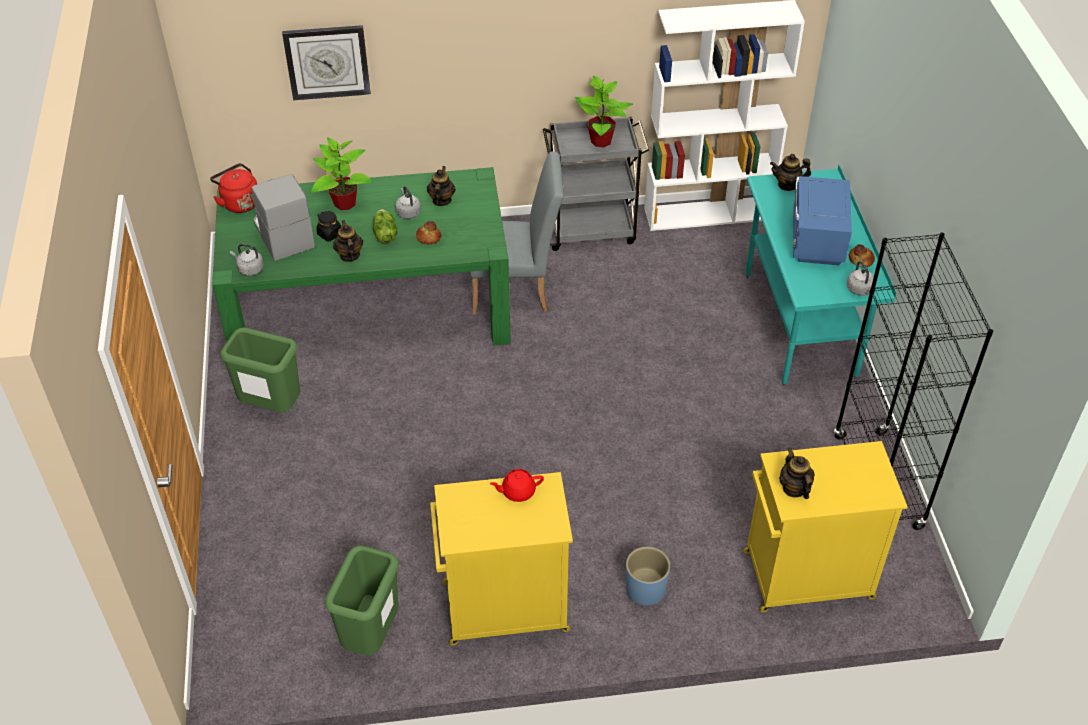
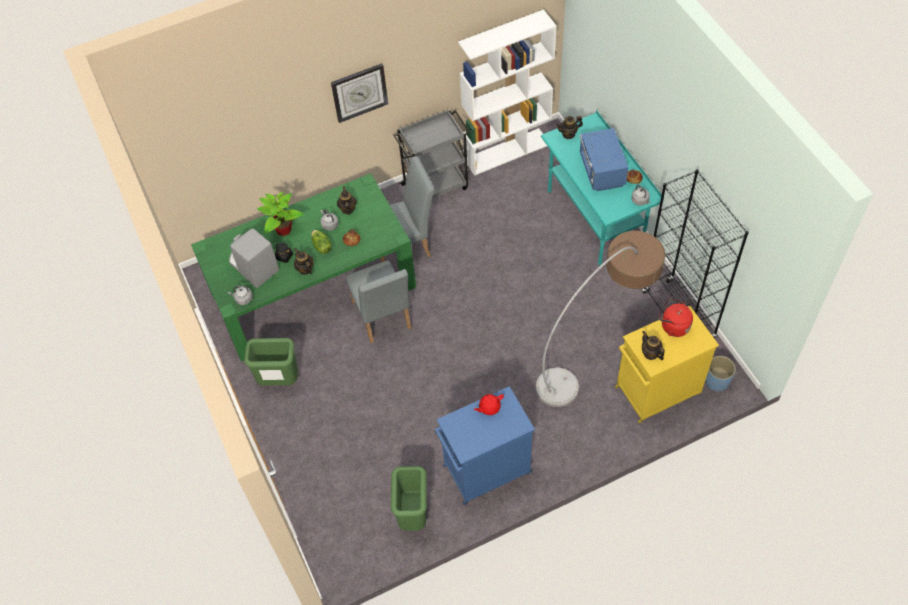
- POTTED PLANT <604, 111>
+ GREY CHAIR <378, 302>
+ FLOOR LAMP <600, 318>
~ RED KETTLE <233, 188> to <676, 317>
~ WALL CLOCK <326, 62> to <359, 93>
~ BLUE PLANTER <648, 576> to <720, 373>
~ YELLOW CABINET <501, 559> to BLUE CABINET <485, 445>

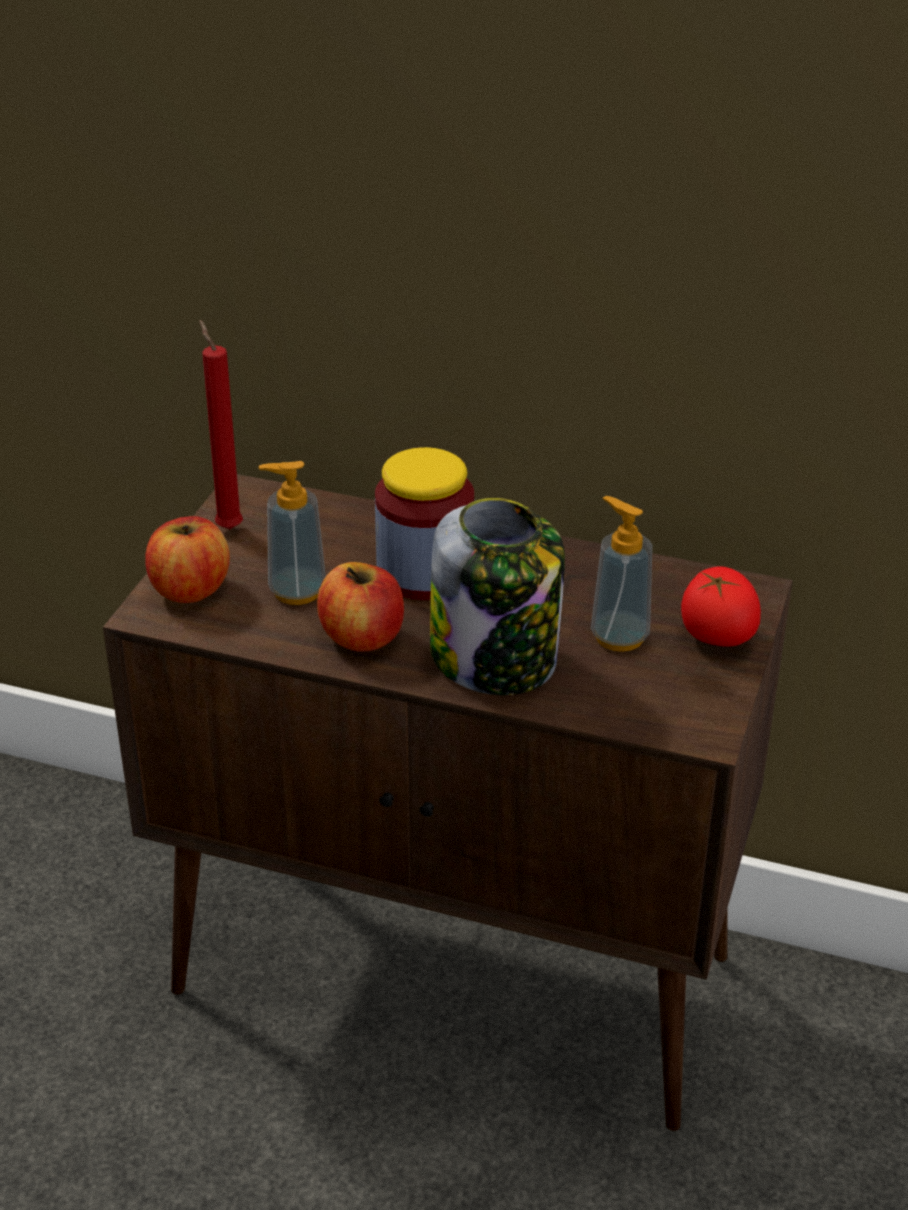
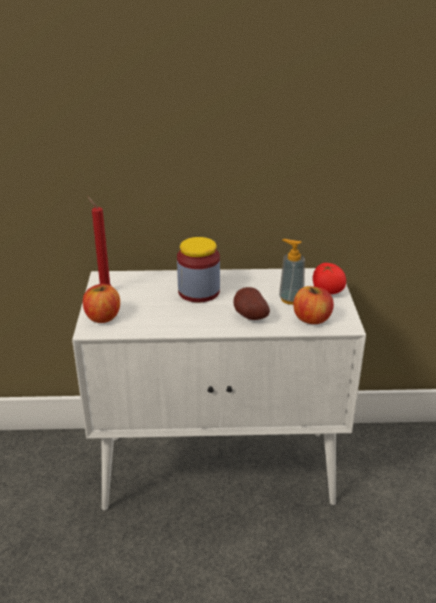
- SOAP DISPENSER <292, 533>
~ APPLE <360, 606> to <313, 305>
~ JAR <497, 596> to POTATO <251, 303>
~ BROWN CABINET <448, 802> to WHITE CABINET <219, 389>

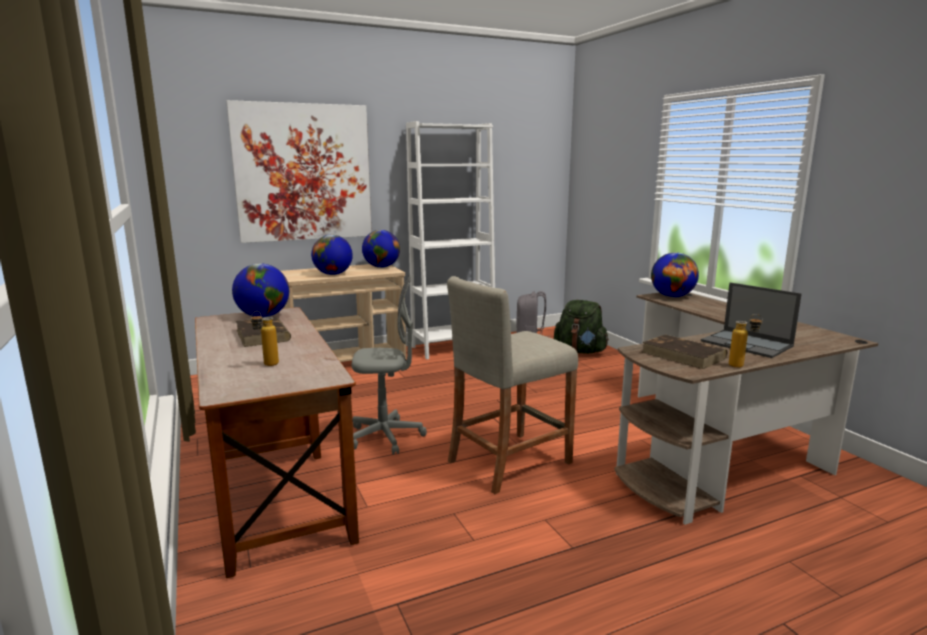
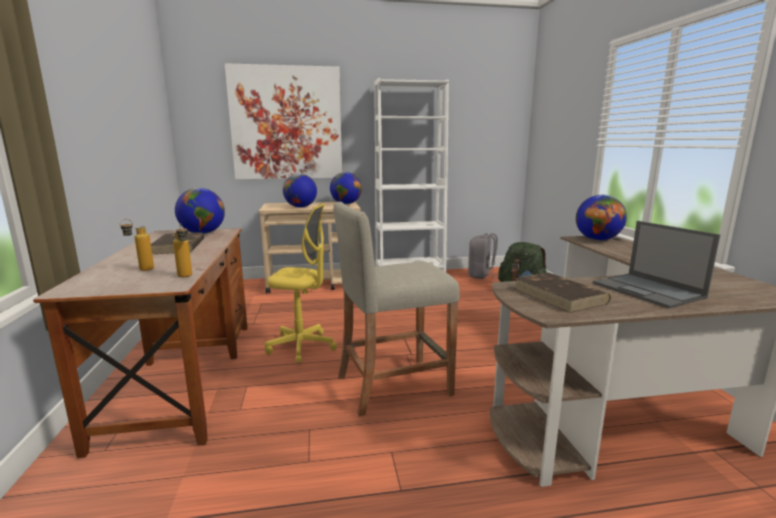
~ BOTTLE <746, 341> to <182, 250>
~ GREY OFFICE CHAIR <389, 365> to YELLOW OFFICE CHAIR <301, 283>

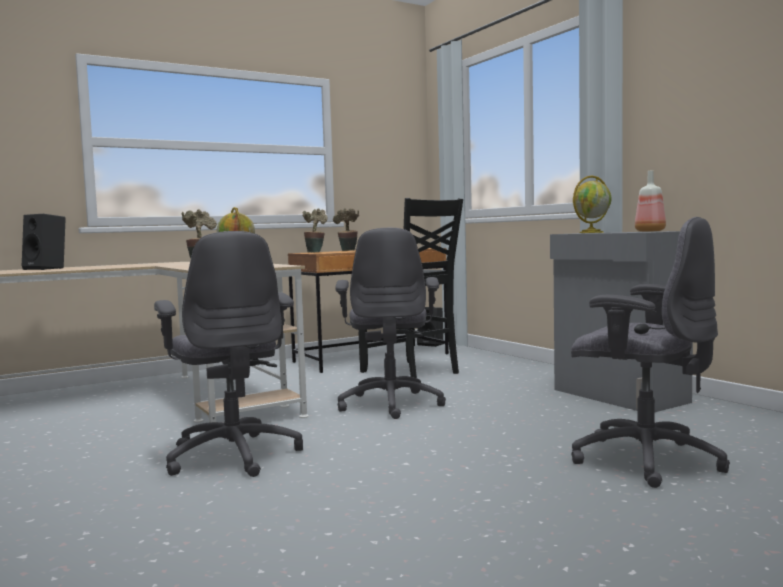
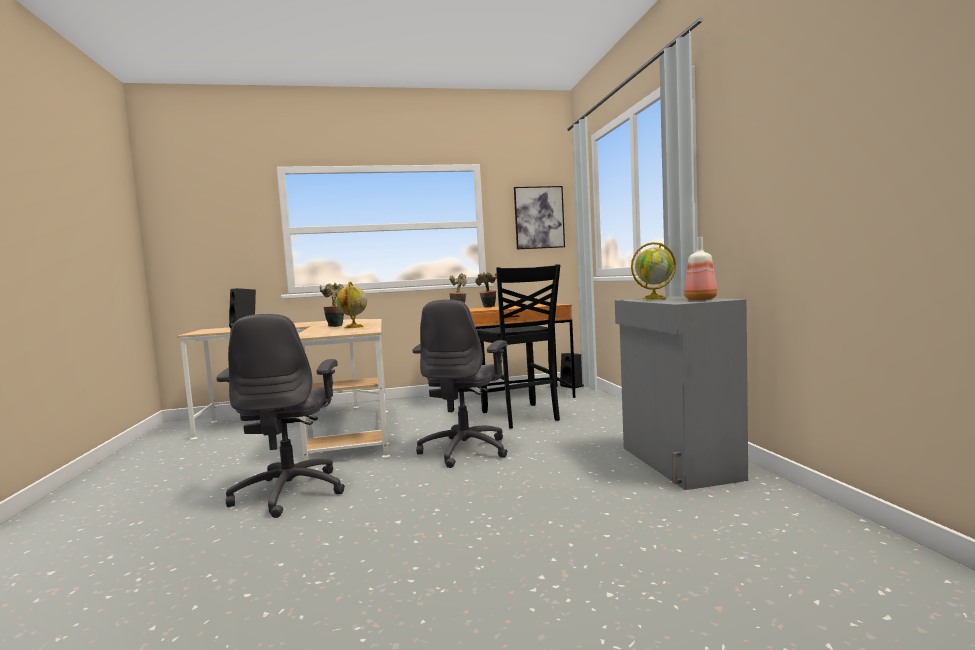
- GREY OFFICE CHAIR <650, 352>
+ PICTURE <539, 218>

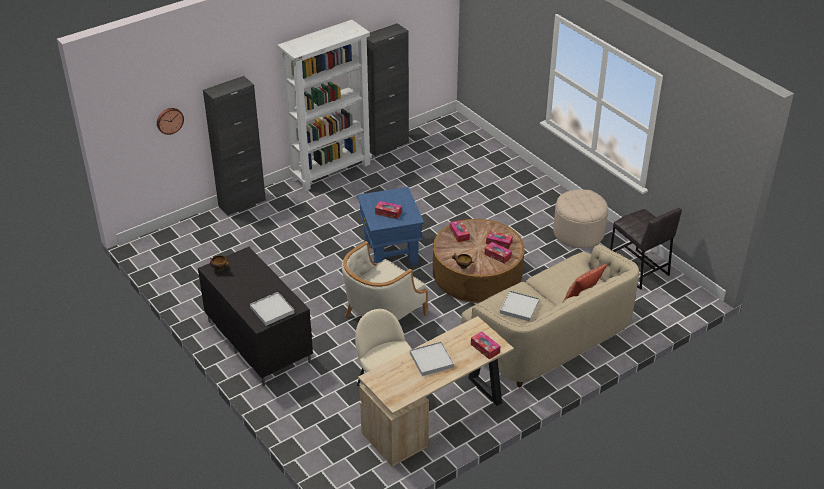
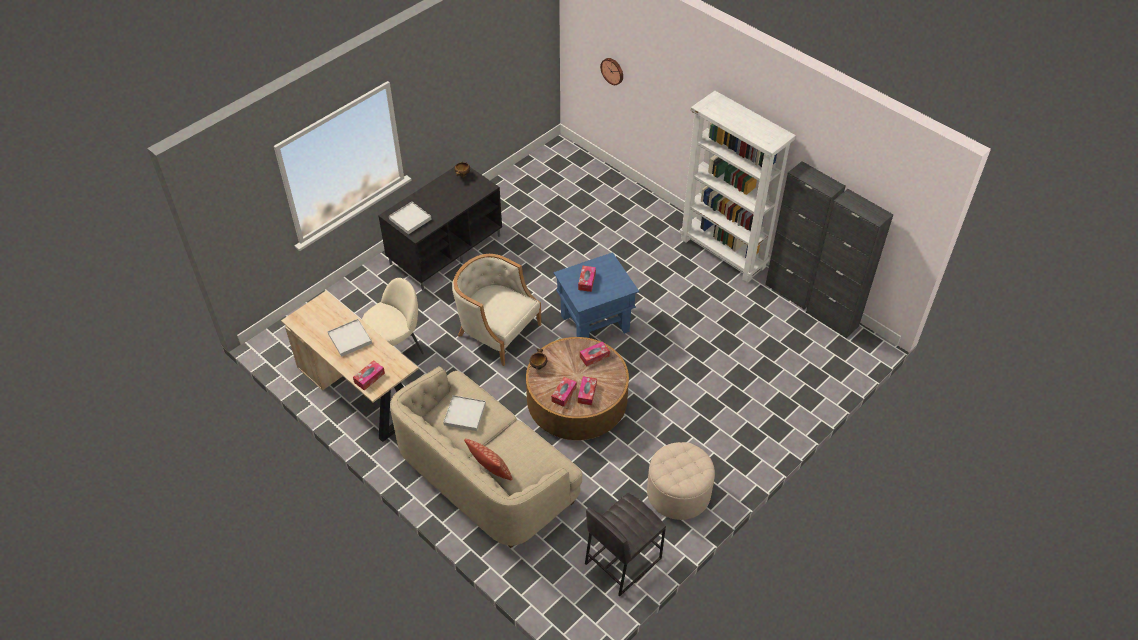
~ BLACK CABINET <234, 146> to <850, 263>

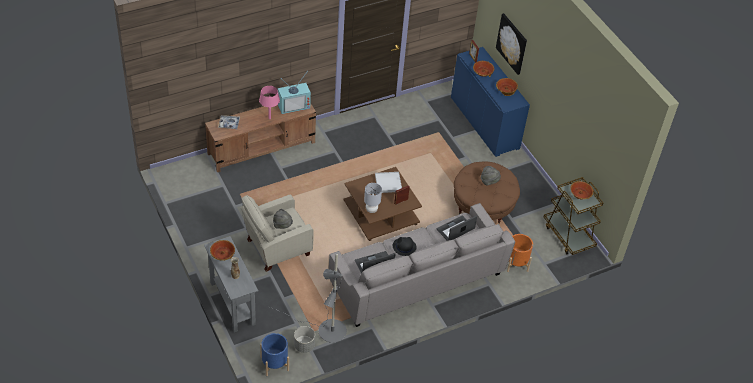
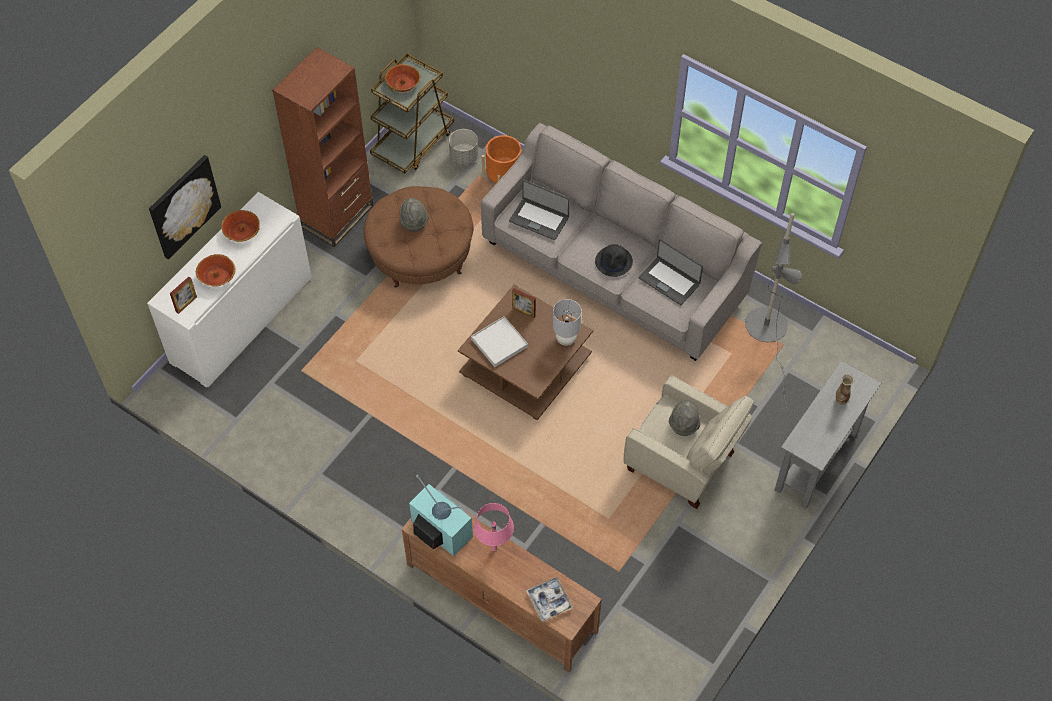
- BOWL <222, 250>
- BLUE PLANTER <274, 354>
+ BROWN BOOKCASE <323, 147>
~ GREY PLANTER <304, 339> to <463, 147>
~ BLUE CABINET <490, 102> to WHITE CABINET <229, 290>

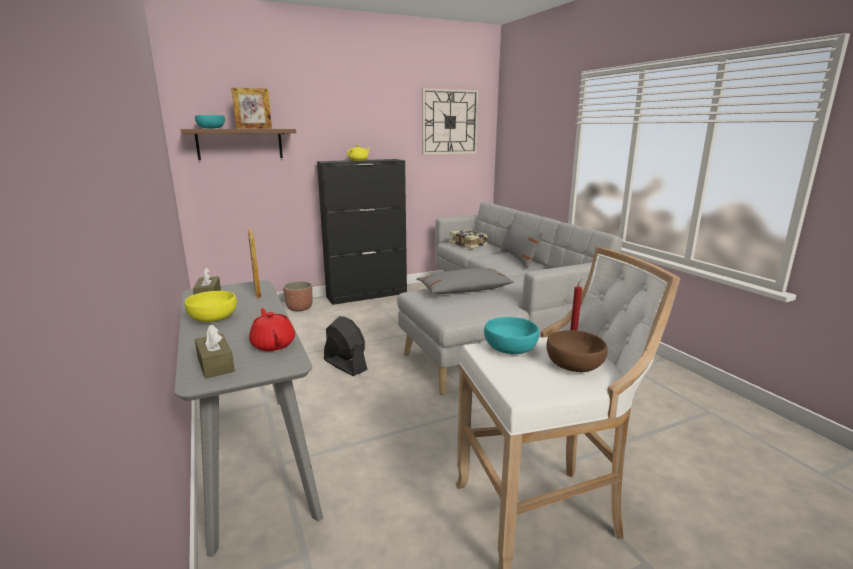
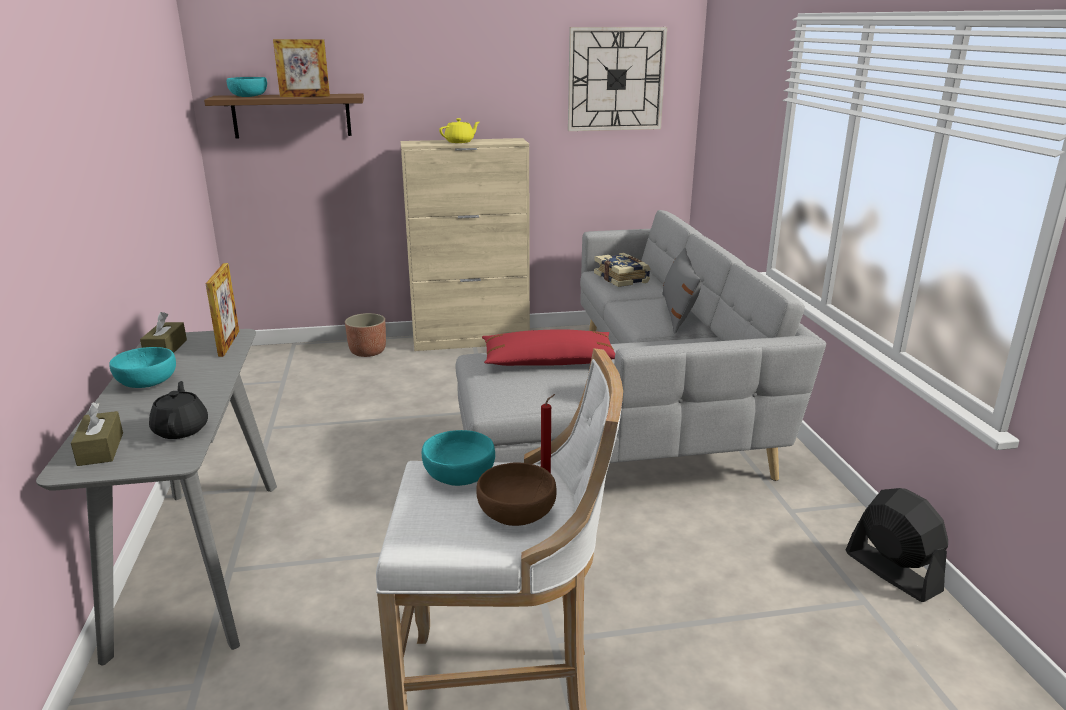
~ BLACK FAN <346, 346> to <897, 545>
~ YELLOW BOWL <211, 306> to TURQUOISE BOWL <142, 367>
~ RED TEAPOT <272, 329> to BLACK TEAPOT <178, 410>
~ BLACK CABINET <362, 232> to BEIGE CABINET <465, 244>
~ GREY PILLOW <465, 281> to RED PILLOW <548, 347>

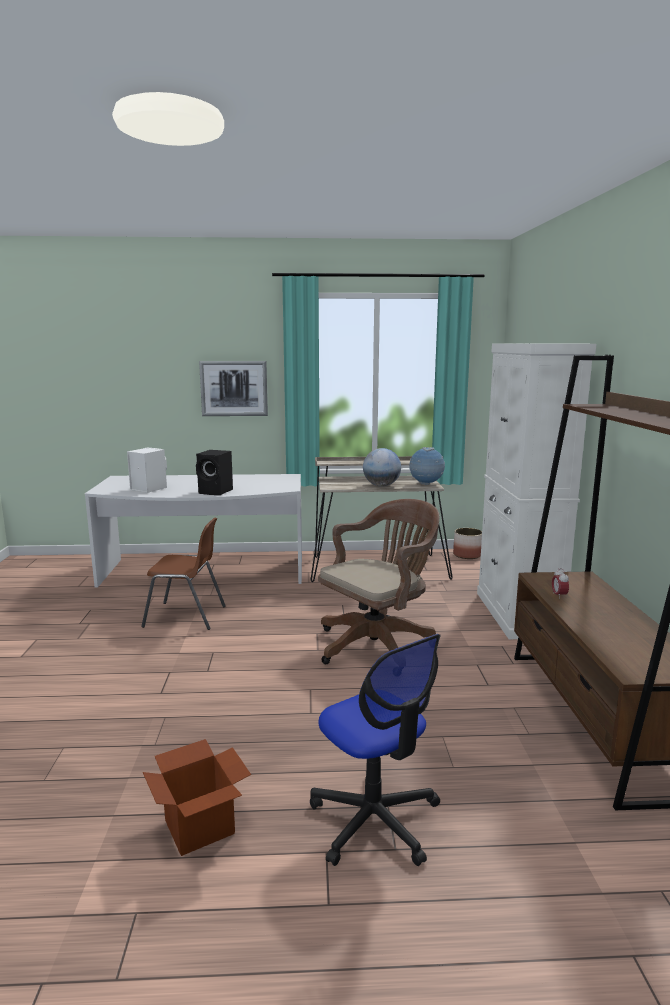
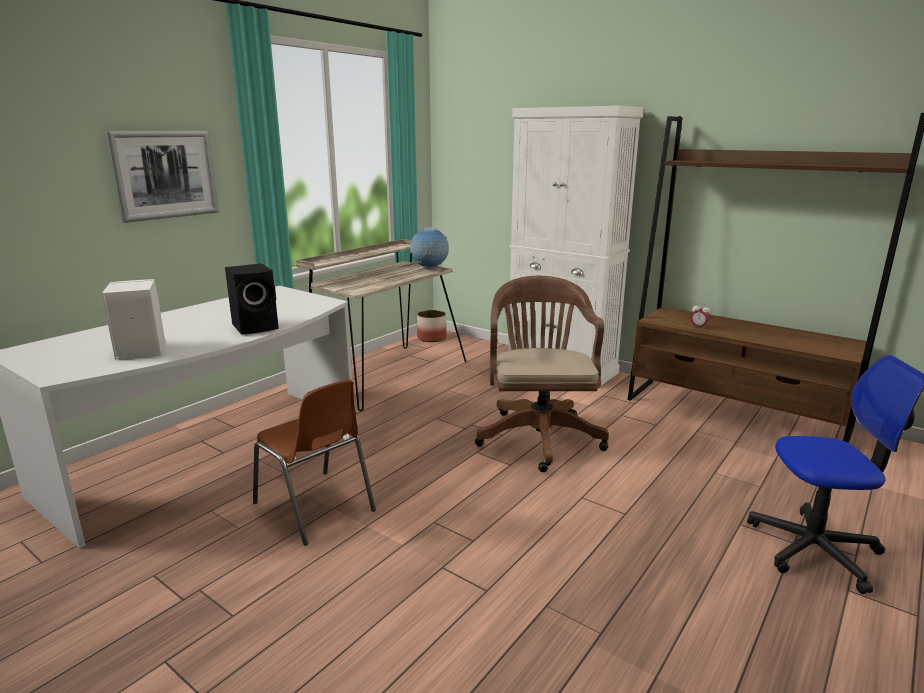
- CARDBOARD BOX <197, 797>
- GLOBE <382, 467>
~ BROWN CHAIR <183, 574> = <314, 462> 90 degrees clockwise

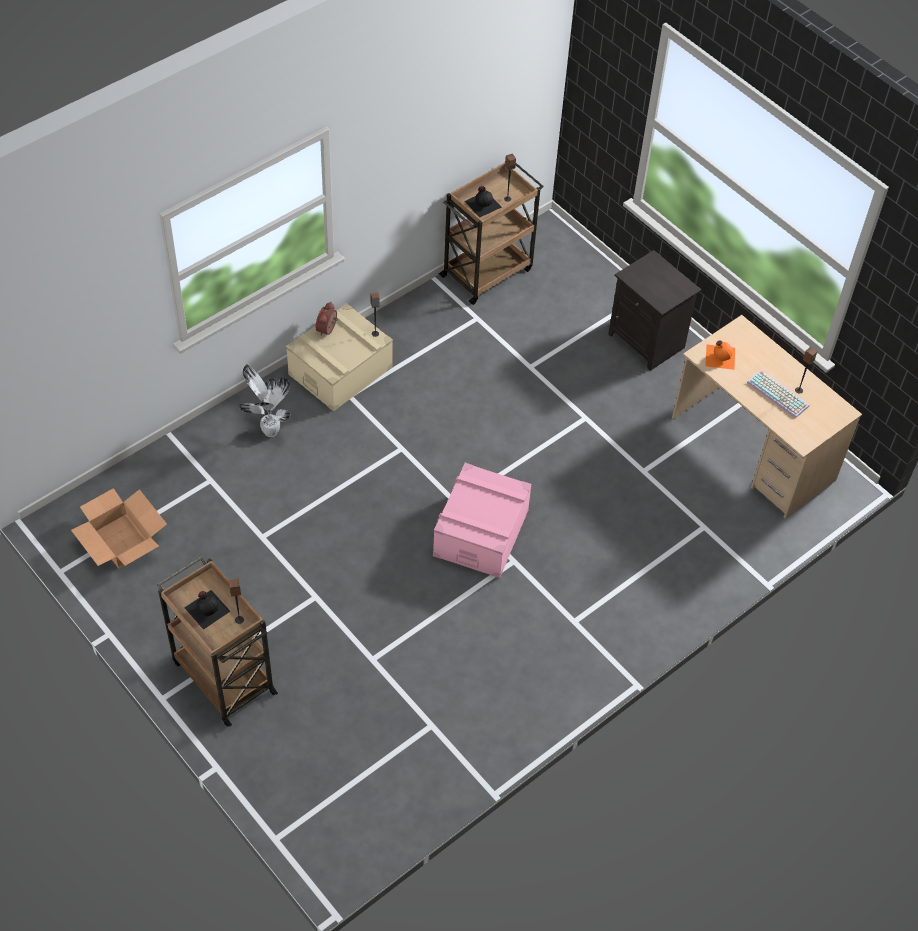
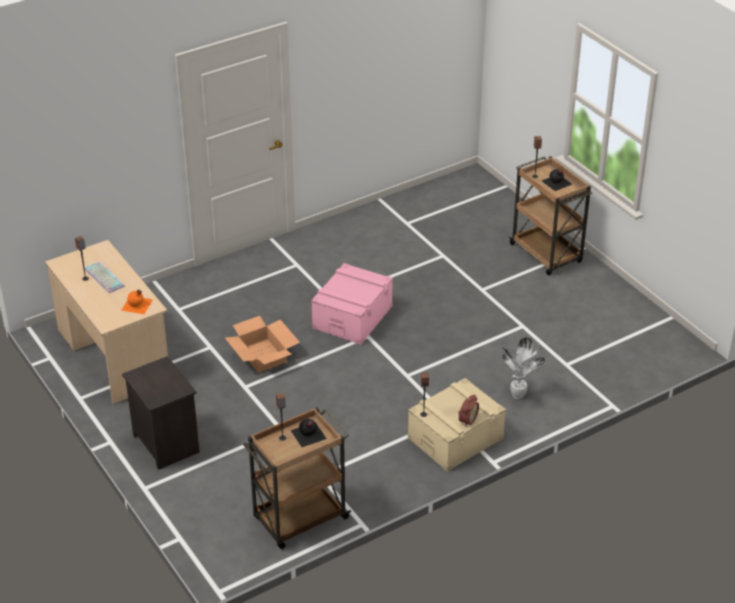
~ CARDBOARD BOX <119, 528> to <262, 344>

